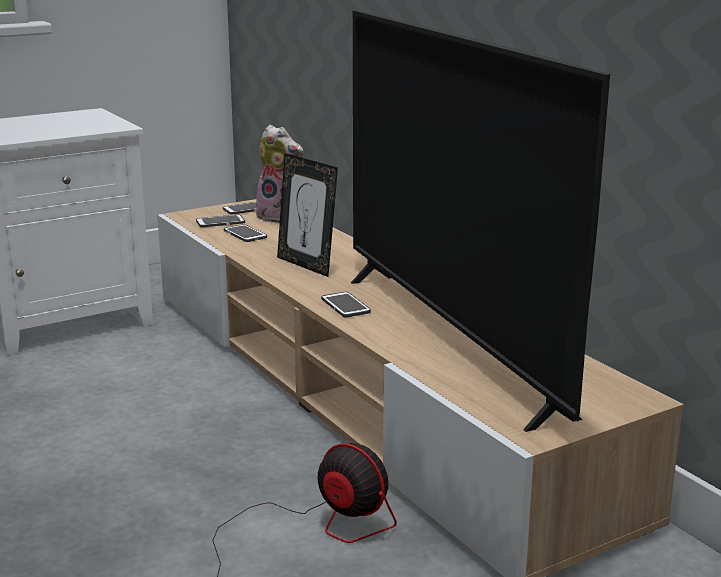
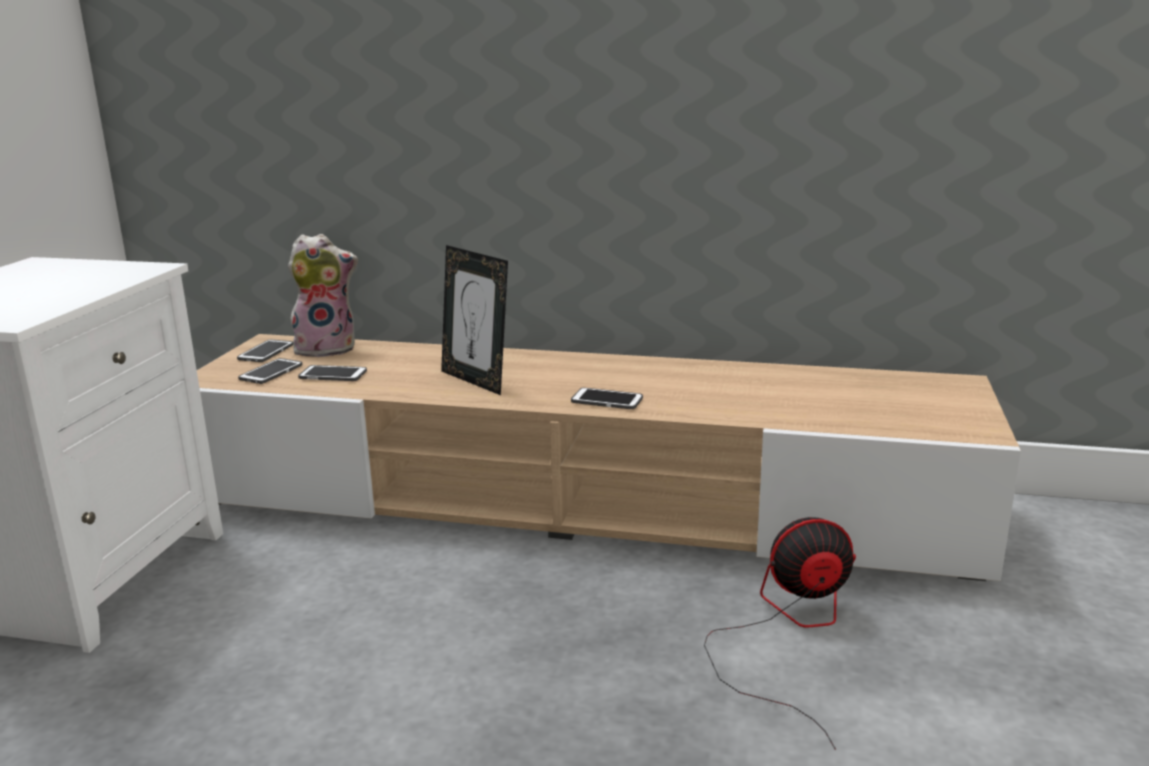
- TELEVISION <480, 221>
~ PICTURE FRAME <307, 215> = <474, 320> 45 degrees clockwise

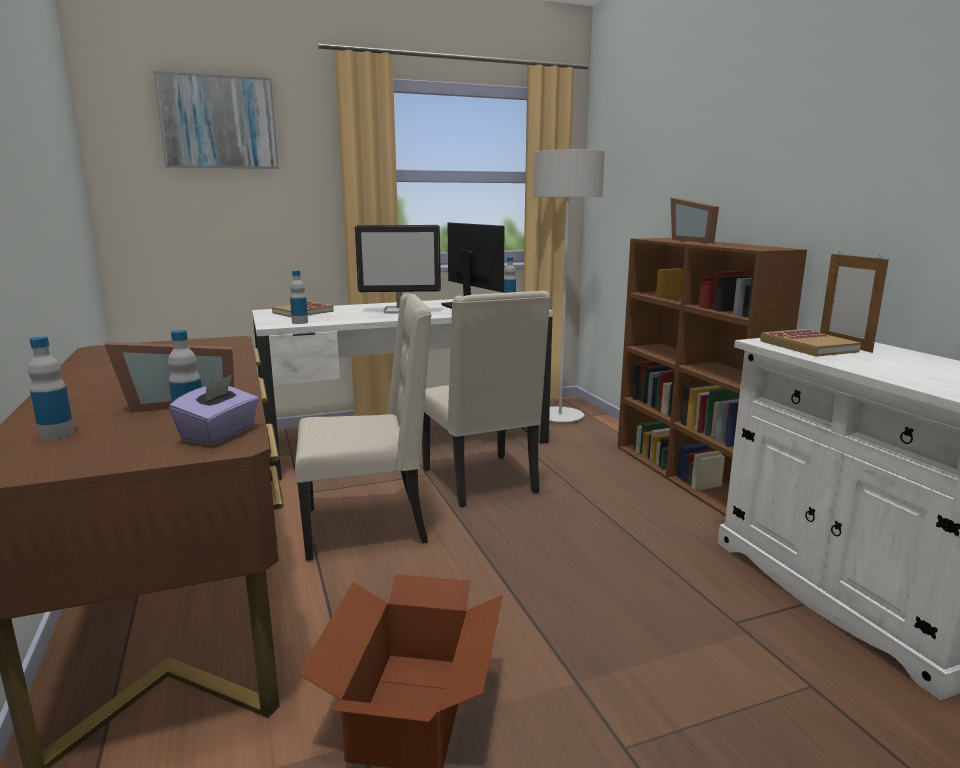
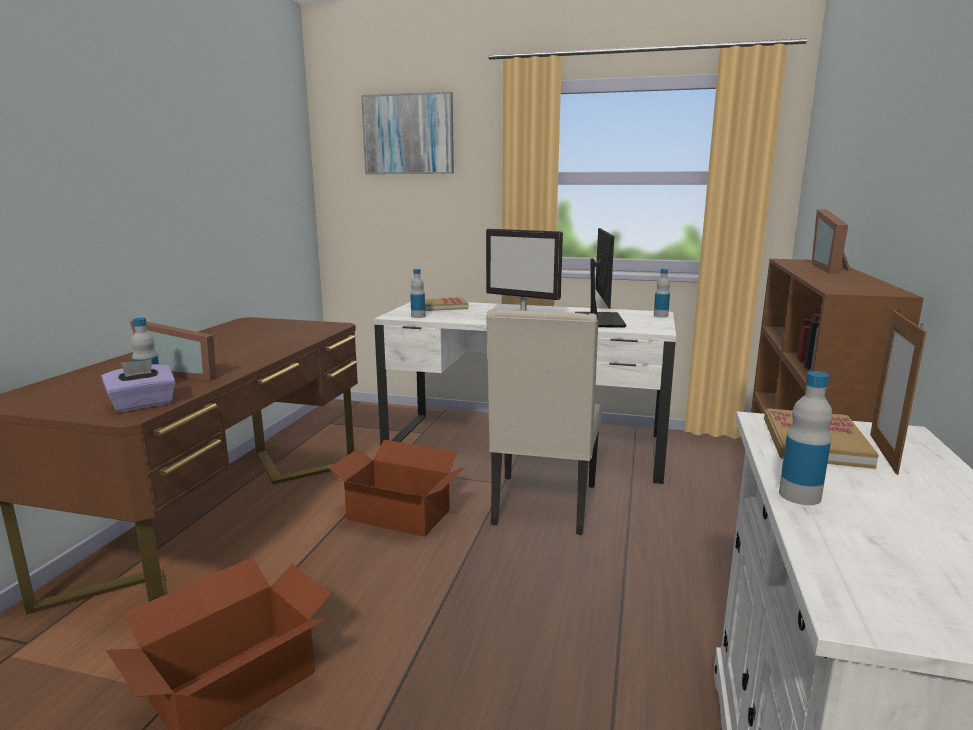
- GREY FLOOR LAMP <569, 286>
~ BOTTLE <51, 388> to <806, 438>
~ BEIGE CHAIR <363, 426> to CARDBOARD BOX <397, 488>

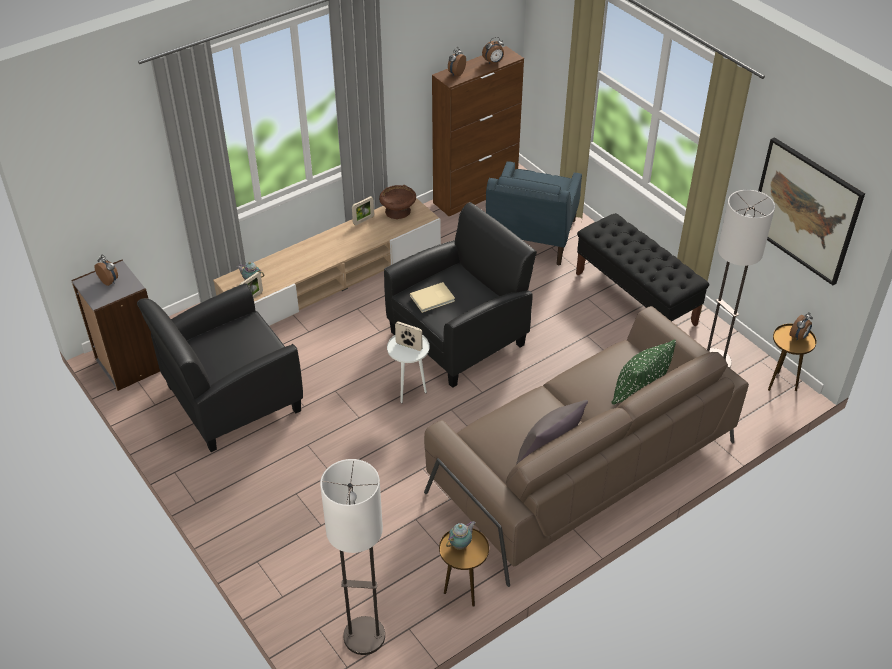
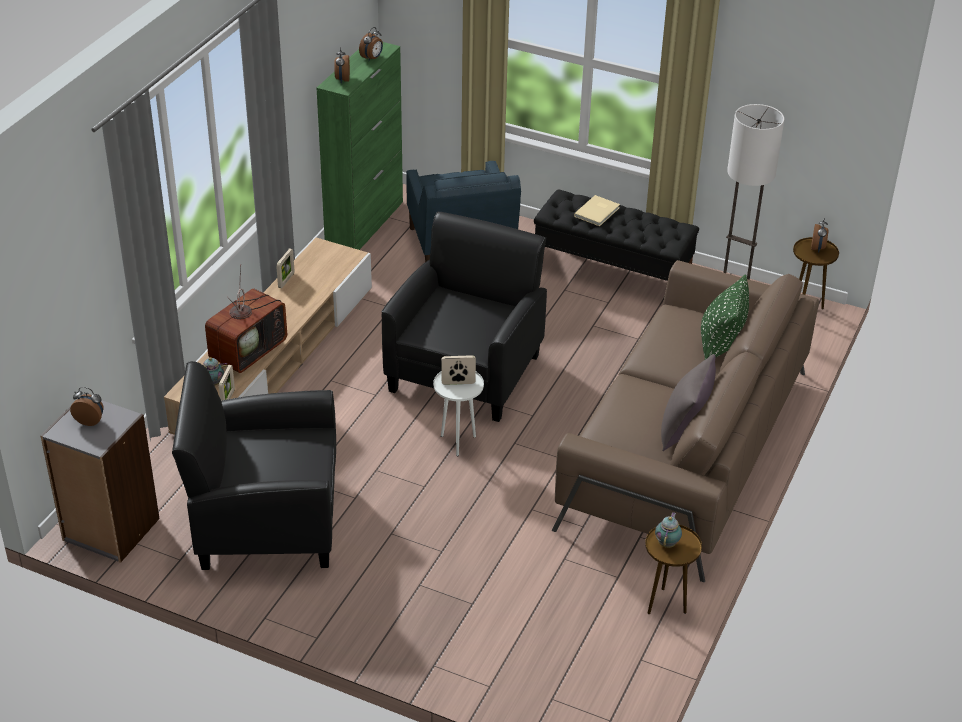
- FLOOR LAMP <352, 557>
- BROWN BOWL <397, 202>
- PICTURE <811, 211>
+ TELEVISION <246, 318>
~ BEIGE BOOK <432, 297> to <597, 210>
~ BROWN CABINET <478, 131> to GREEN CABINET <359, 146>
~ BLACK ARMCHAIR <220, 367> = <254, 465> 60 degrees clockwise

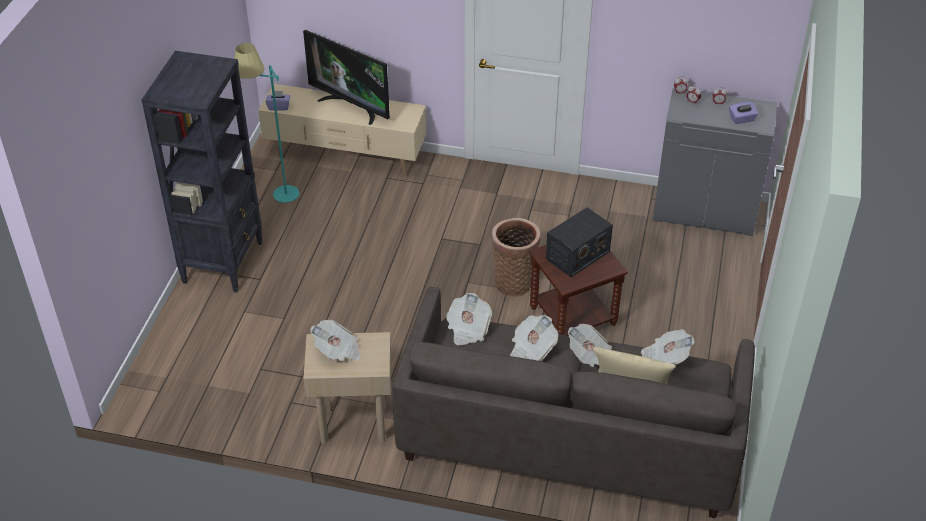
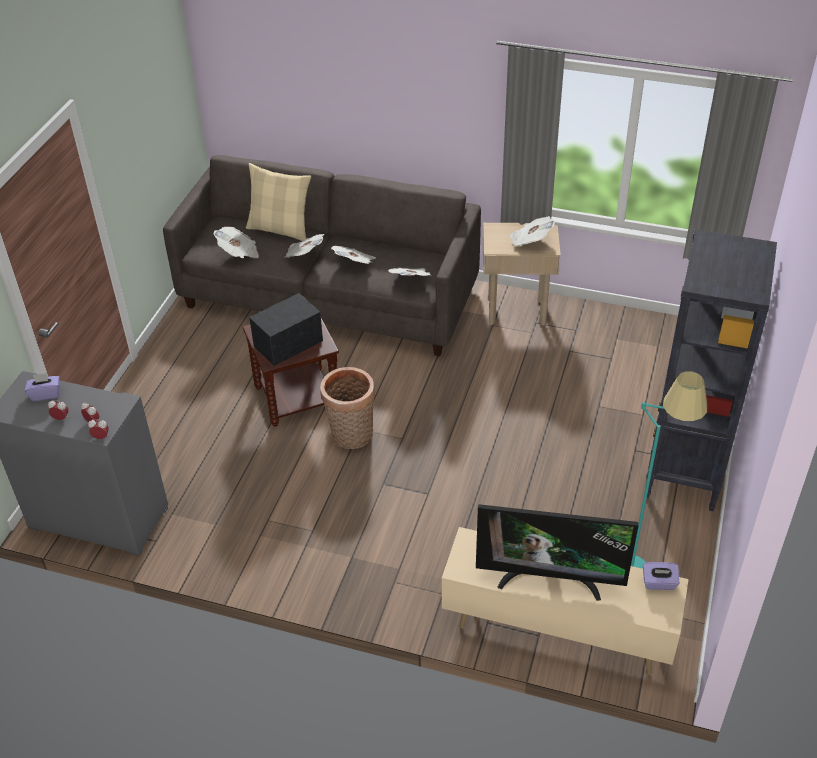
~ TELEVISION <346, 77> = <557, 552> 150 degrees clockwise

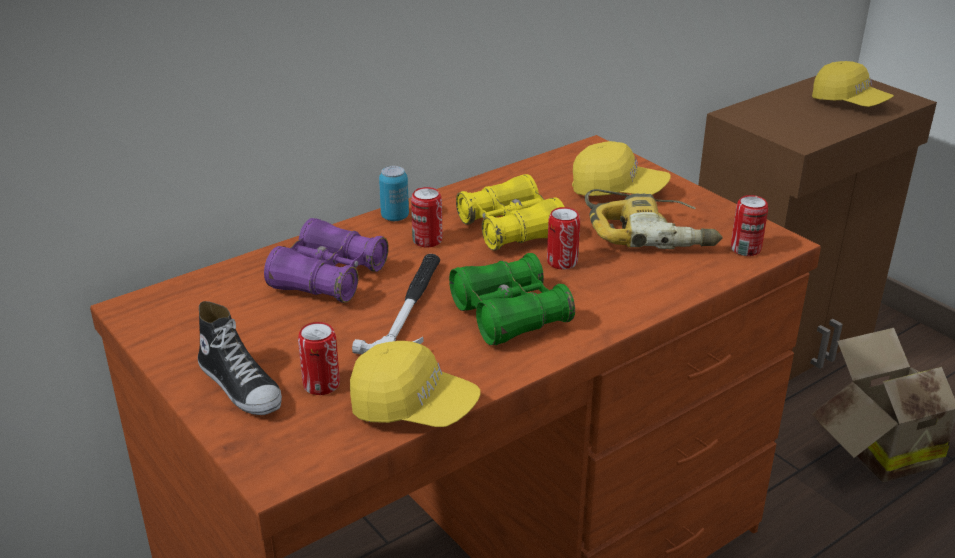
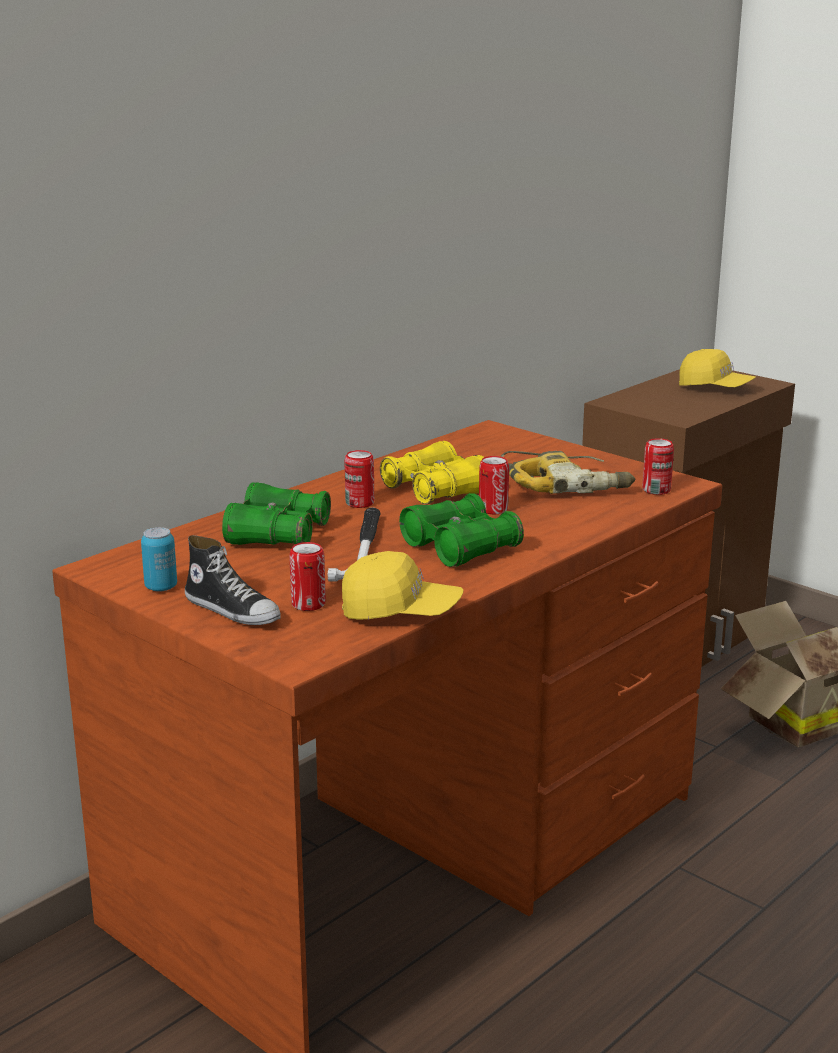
- YELLOW CAP <621, 168>
~ CAN <394, 193> to <159, 559>
~ PURPLE BINOCULARS <326, 260> to GREEN BINOCULARS <276, 513>

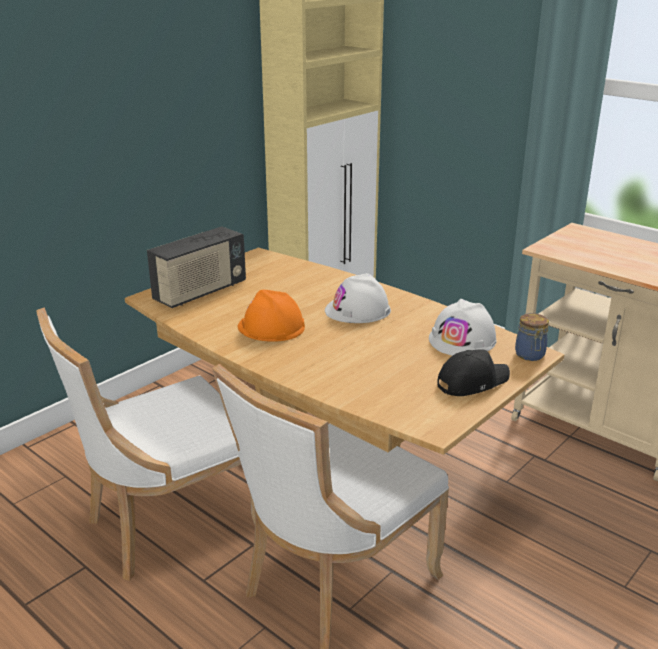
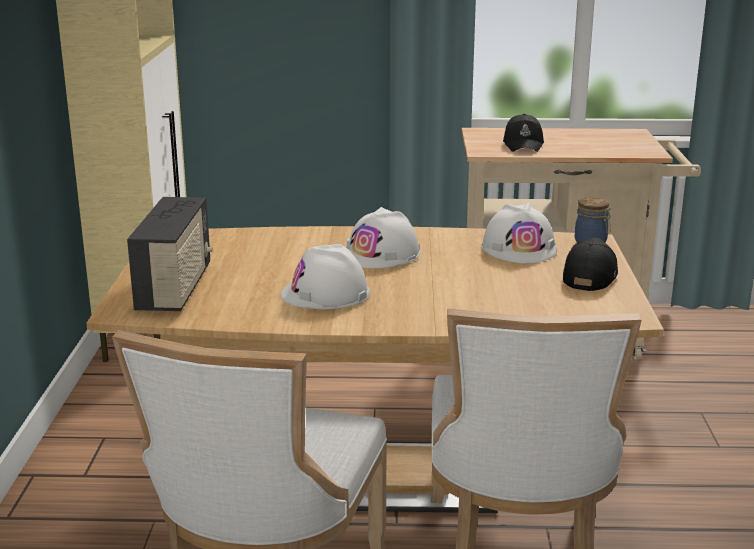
+ BLACK CAP <523, 133>
~ ORANGE HARD HAT <271, 316> to WHITE HARD HAT <325, 277>

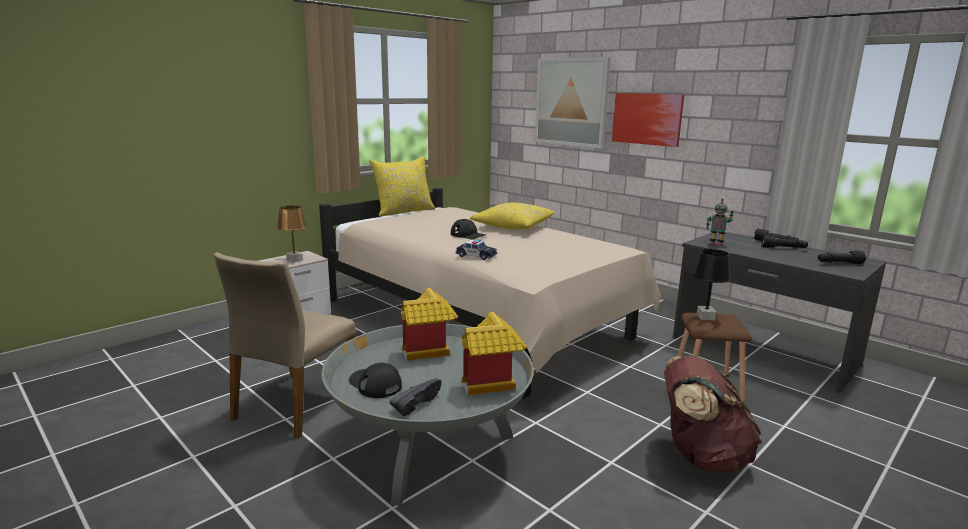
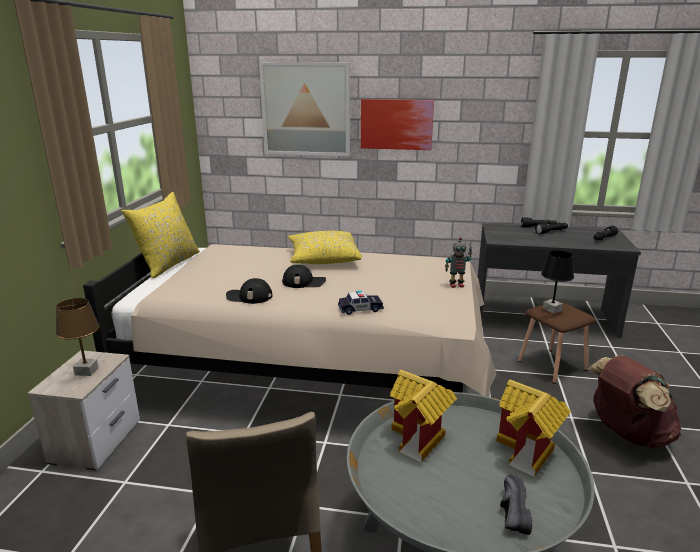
~ BLACK CAP <375, 380> to <249, 291>
~ TOY ROBOT <720, 222> to <458, 262>

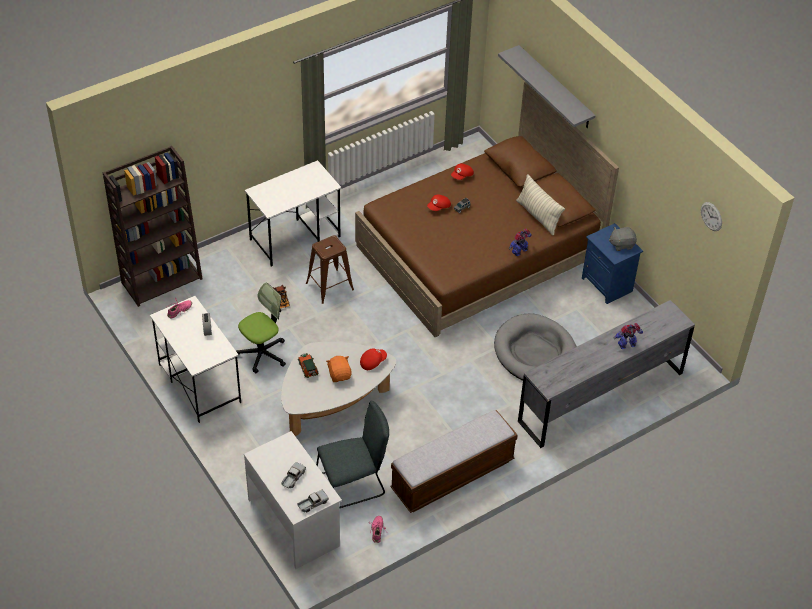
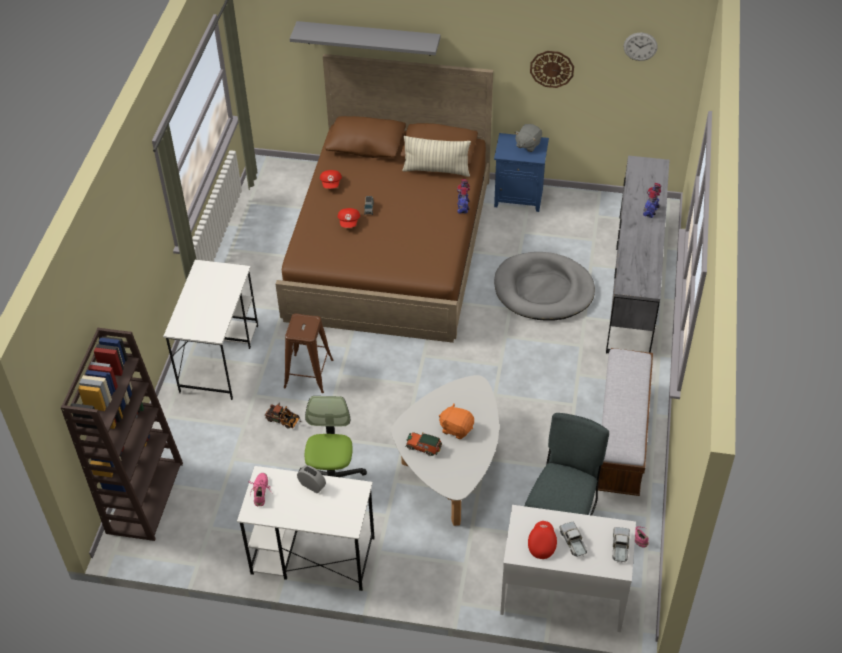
+ WALL CLOCK <552, 69>
~ RED CAP <373, 359> to <542, 540>

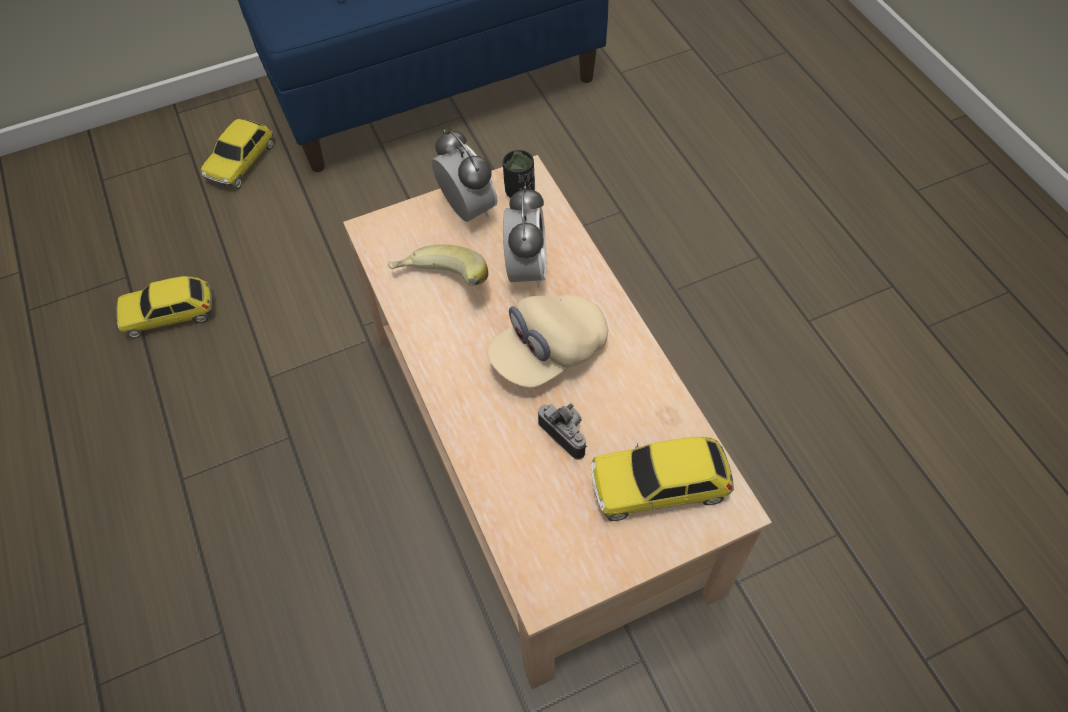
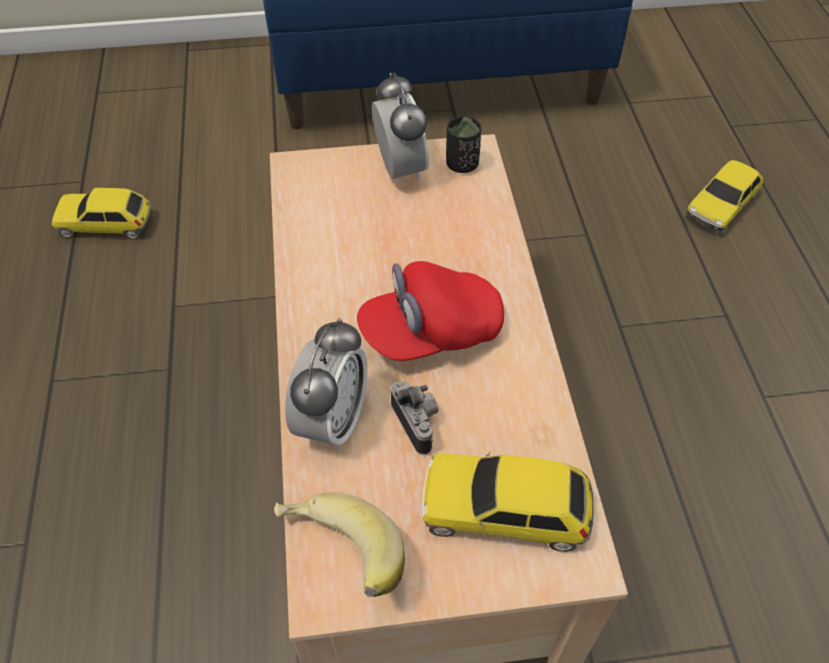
~ TOY CAR <237, 154> to <724, 197>
~ BANANA <438, 265> to <339, 544>
~ ALARM CLOCK <525, 237> to <326, 384>
~ BEIGE CAP <547, 341> to RED CAP <430, 311>

